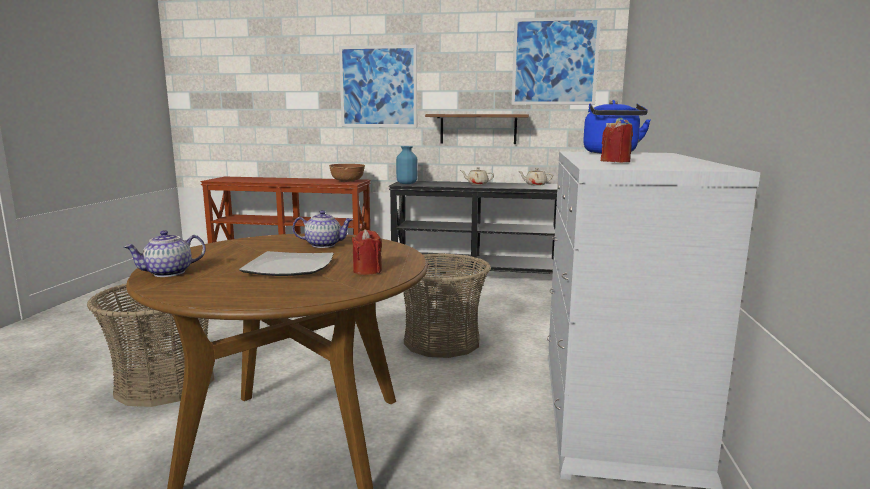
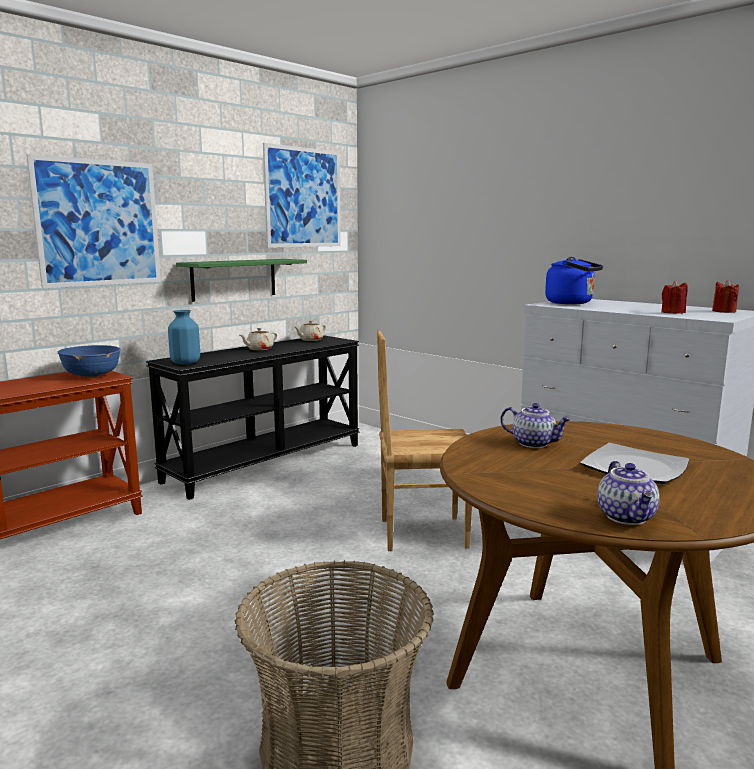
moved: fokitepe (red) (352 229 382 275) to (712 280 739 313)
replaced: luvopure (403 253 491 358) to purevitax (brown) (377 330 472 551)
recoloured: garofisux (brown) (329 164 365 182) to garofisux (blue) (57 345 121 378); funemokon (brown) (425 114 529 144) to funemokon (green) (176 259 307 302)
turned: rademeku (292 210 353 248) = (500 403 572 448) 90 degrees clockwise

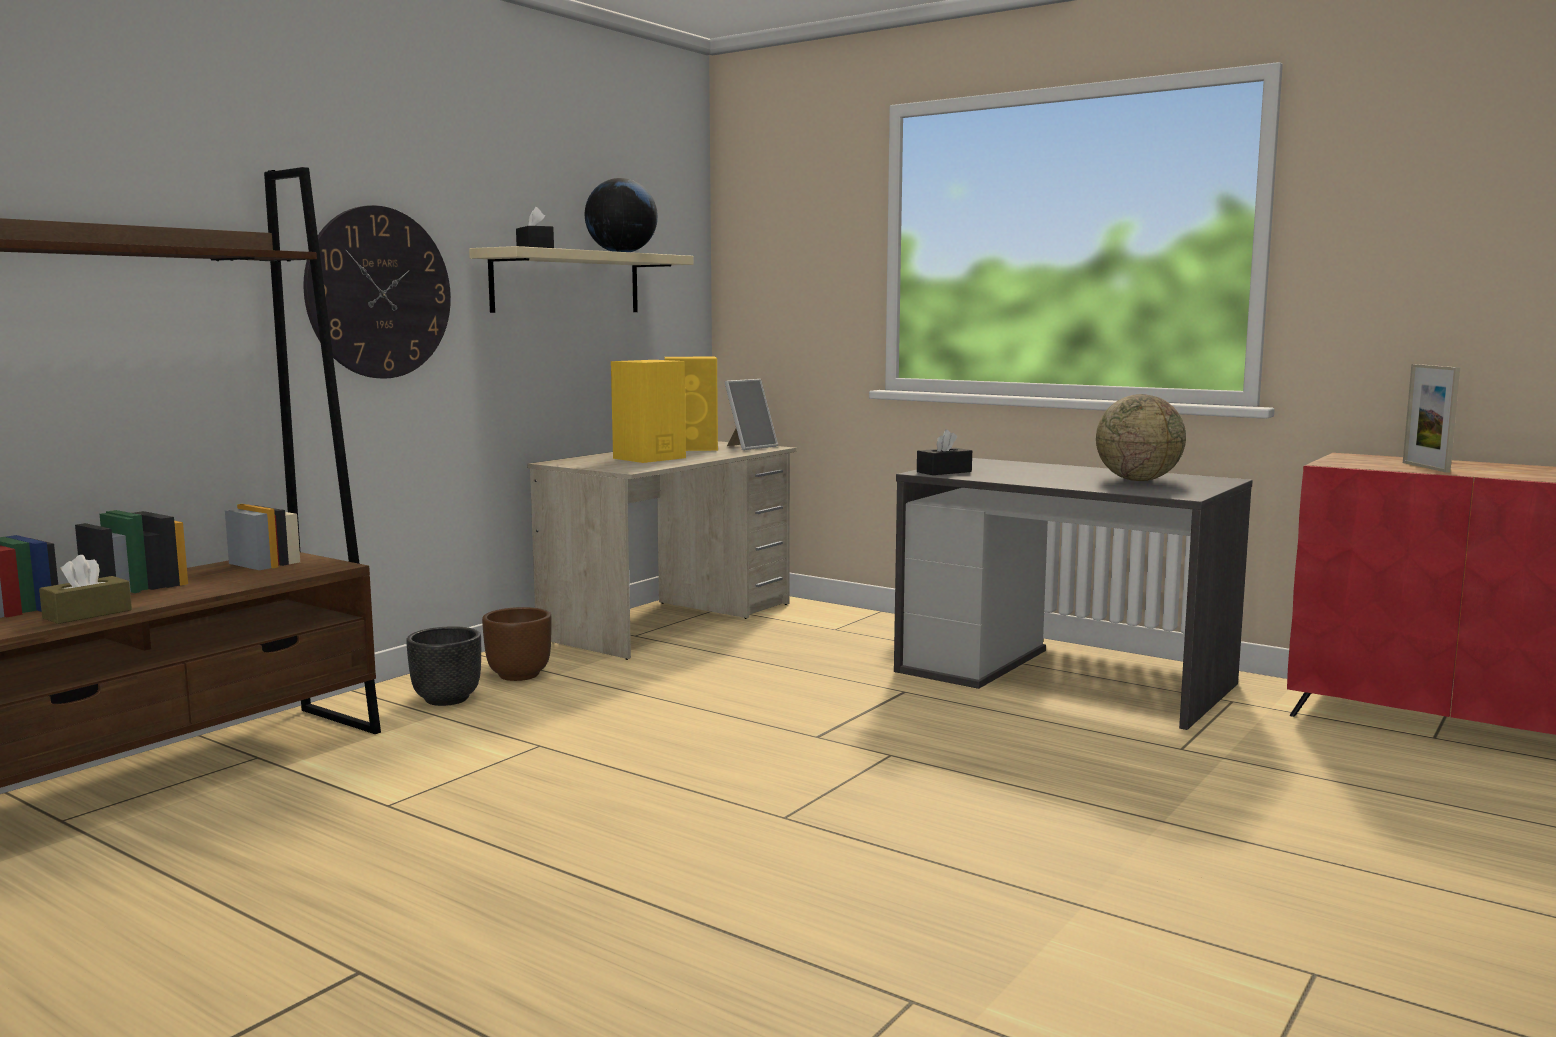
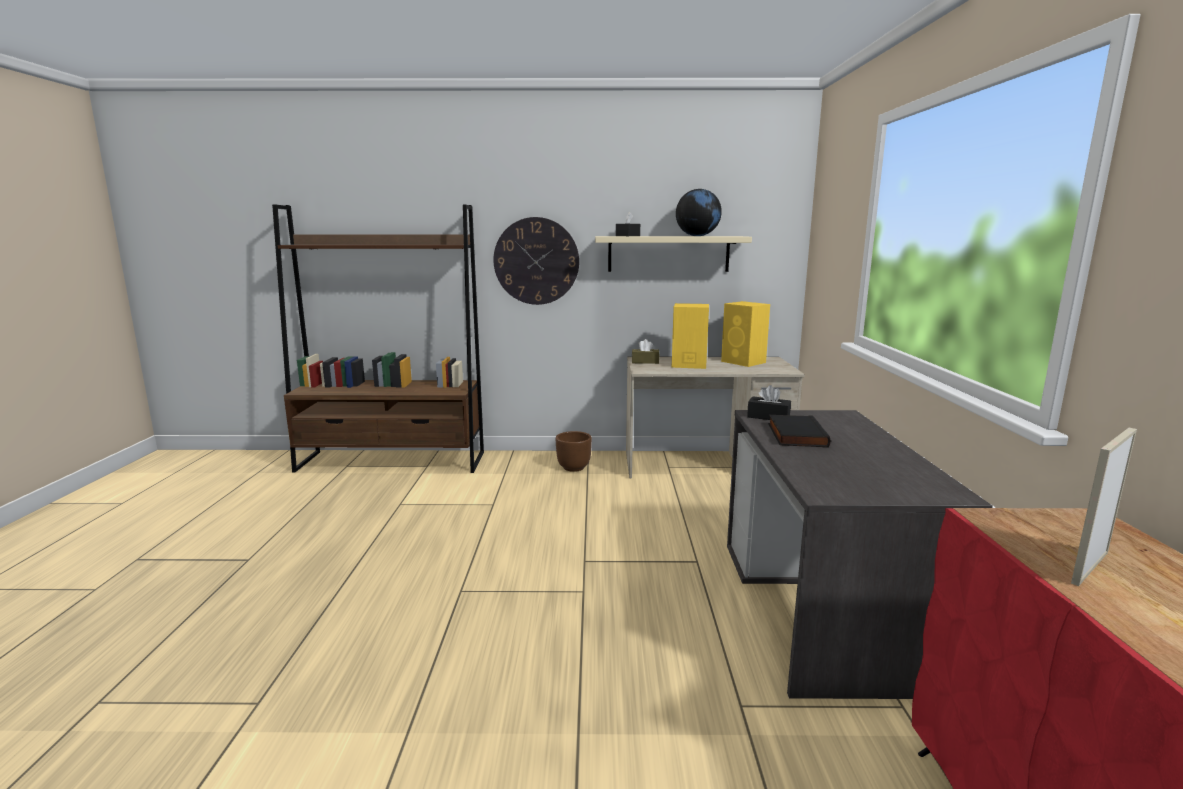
removed: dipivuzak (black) (406 626 481 706); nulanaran (724 379 778 450); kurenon (1096 394 1186 481)
added: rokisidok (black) (768 415 830 448)
moved: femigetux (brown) (39 555 132 624) to (632 339 659 364)

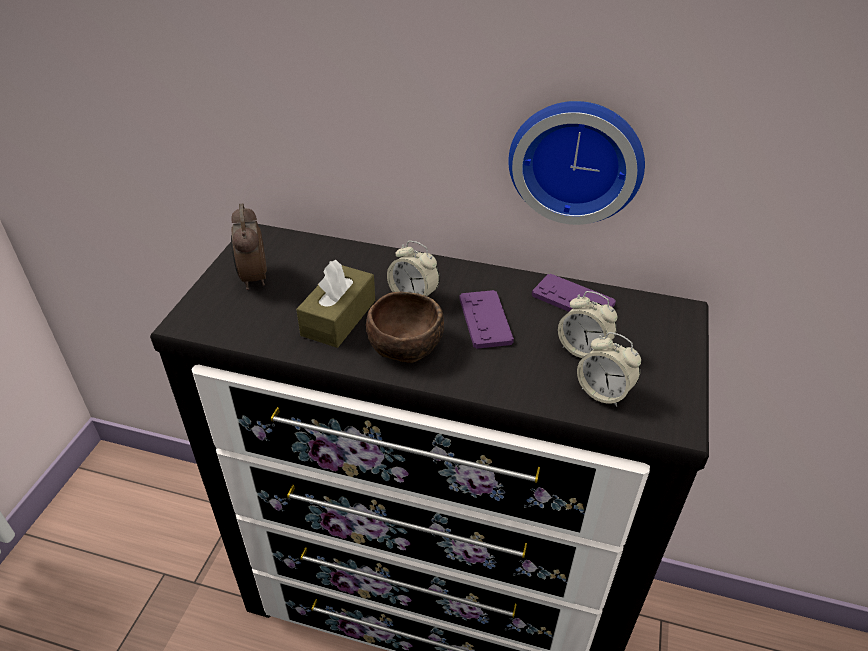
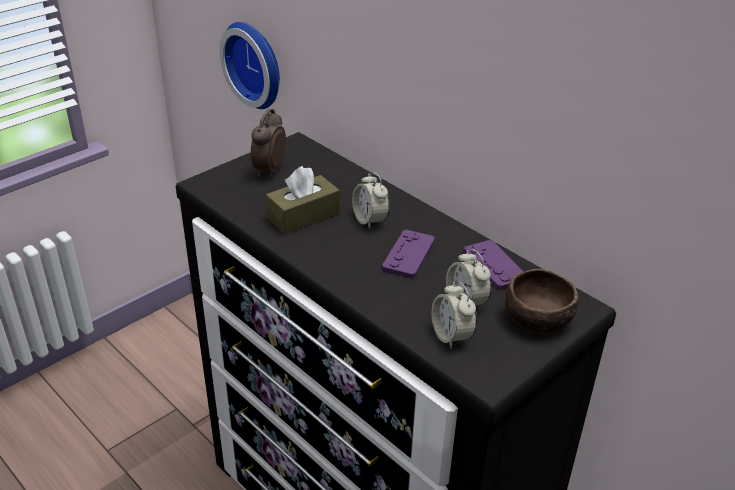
moved: garofisux (brown) (366 292 444 363) to (505 269 579 335); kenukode (508 101 645 225) to (219 22 280 109)

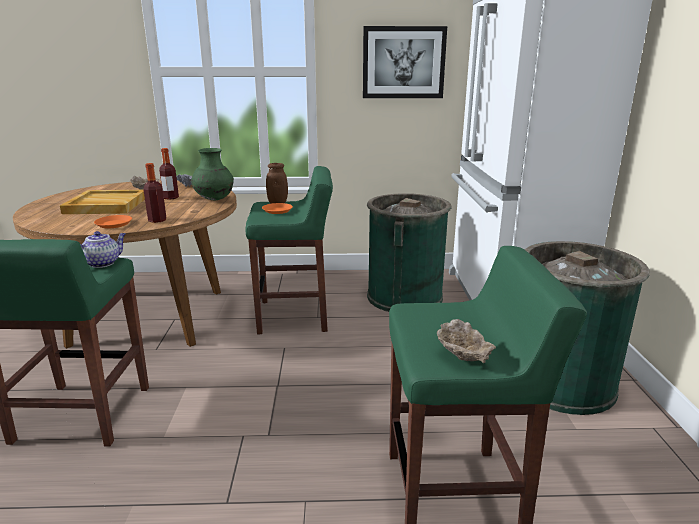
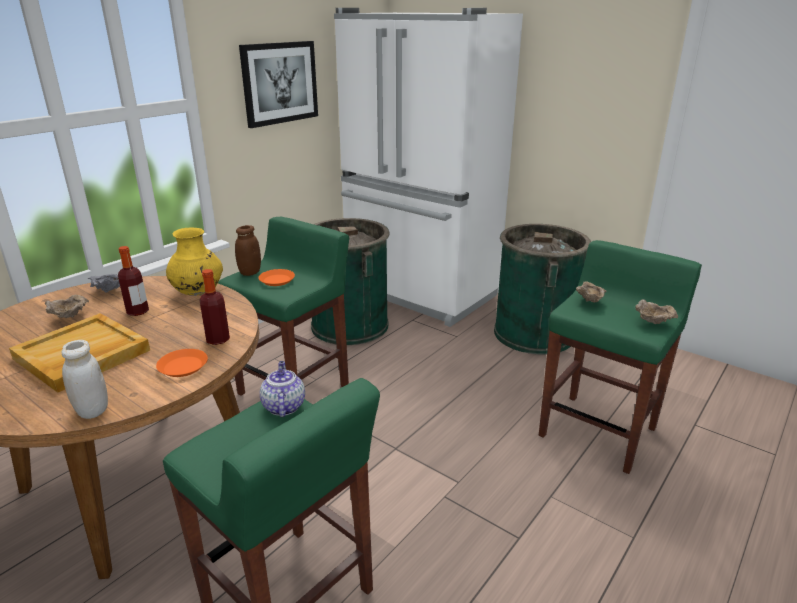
added: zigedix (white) (61 340 108 419); garofisux (beige) (576 282 607 303)
recoloured: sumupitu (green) (191 148 234 200) to sumupitu (yellow) (166 228 223 296)

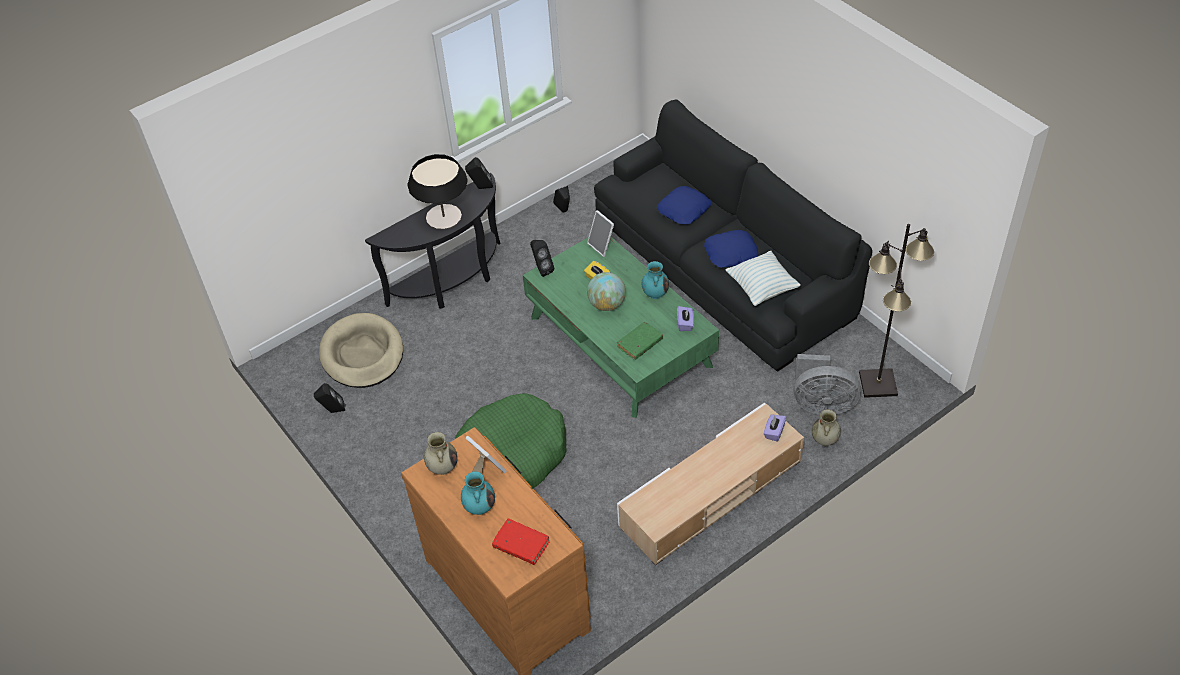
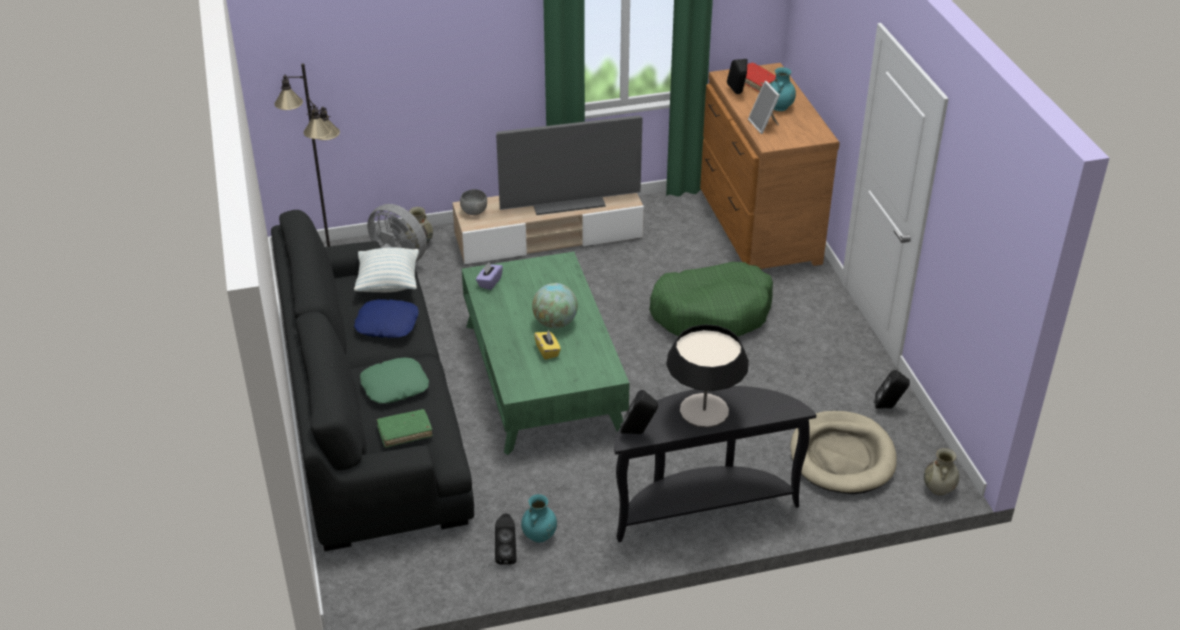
removed: nulanaran (587 210 616 257)
added: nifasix (496 115 643 215)
moved: sumupitu (beige) (424 432 458 475) to (924 448 959 495); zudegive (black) (530 240 554 277) to (727 59 748 94); rokisidok (green) (617 322 663 360) to (377 409 433 448); sumupitu (turquoise) (642 261 669 299) to (521 494 557 543)
replaced: femigetux (purple) (764 414 786 442) to garofisux (grey) (460 189 487 215)
recoloured: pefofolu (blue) (657 186 711 225) to pefofolu (green) (360 357 429 404)

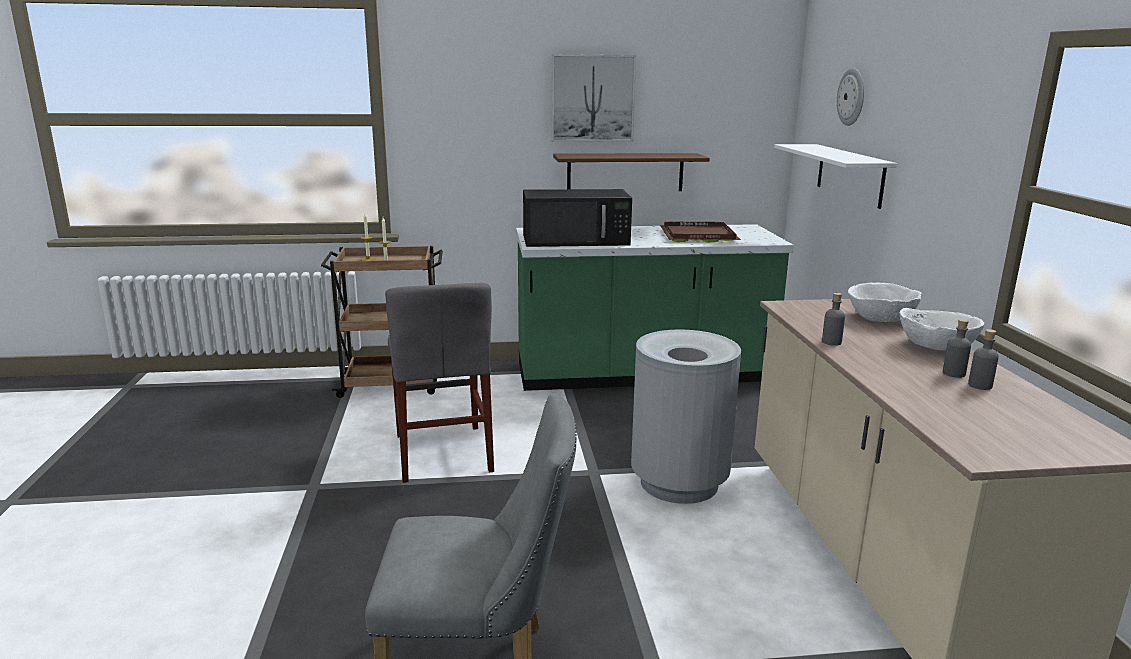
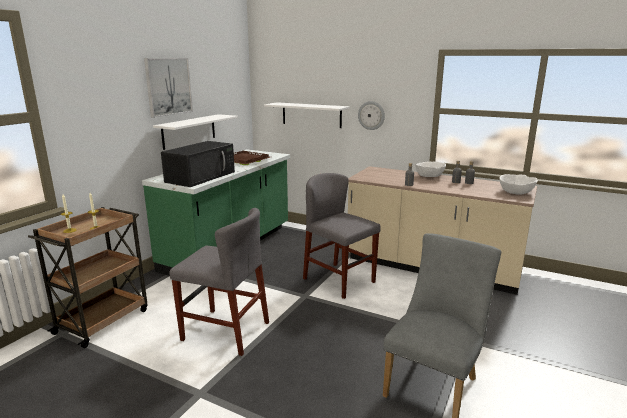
moved: kenukode (837 68 864 126) to (358 101 385 130); garofisux (white) (848 283 922 322) to (499 174 538 195)
replaced: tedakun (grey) (631 329 741 504) to purevitax (grey) (303 173 381 299)
recoloured: funemokon (brown) (553 153 710 191) to funemokon (white) (153 114 238 150)

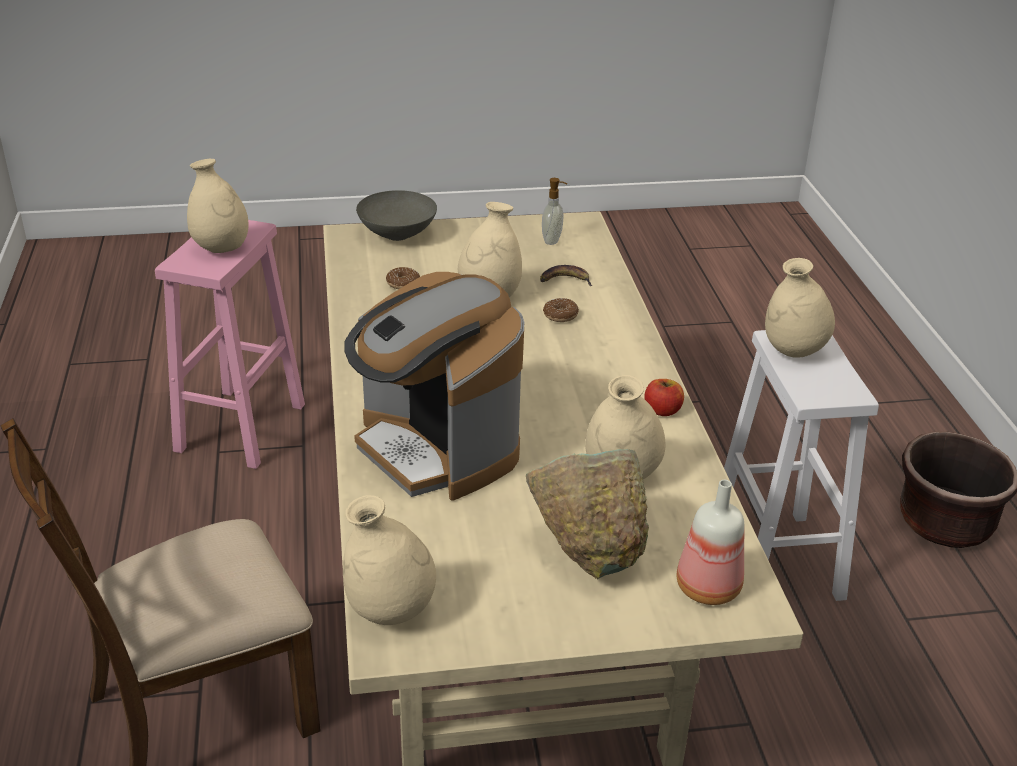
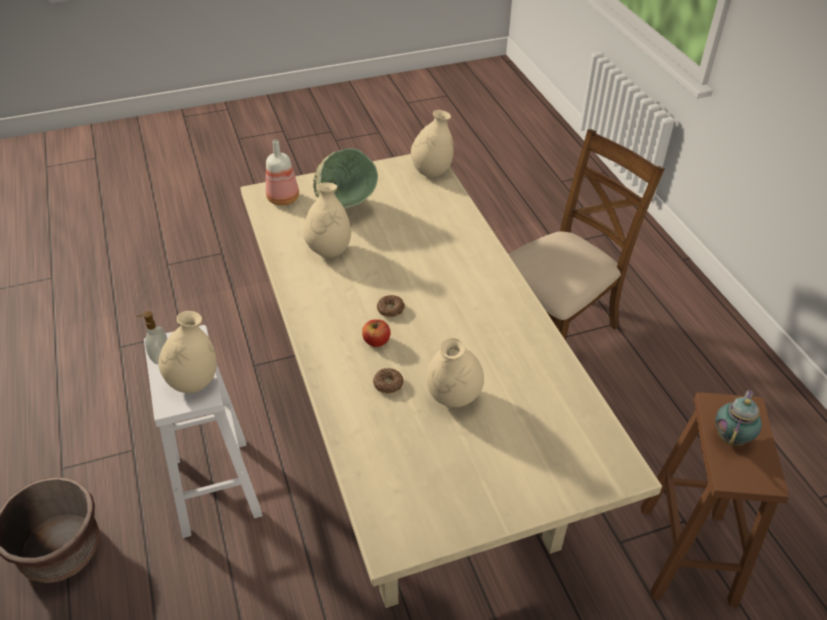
removed: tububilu (344 272 524 501); garofisux (grey) (356 190 437 241); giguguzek (540 265 592 286)
moved: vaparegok (386 267 420 289) to (377 295 405 318); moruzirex (542 178 567 245) to (136 311 167 365); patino (645 379 684 416) to (362 319 391 347)
replaced: sumupitu (beige) (187 159 248 253) to rademeku (715 390 762 446)
recoloured: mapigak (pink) (155 220 305 469) to mapigak (brown) (641 392 789 607)

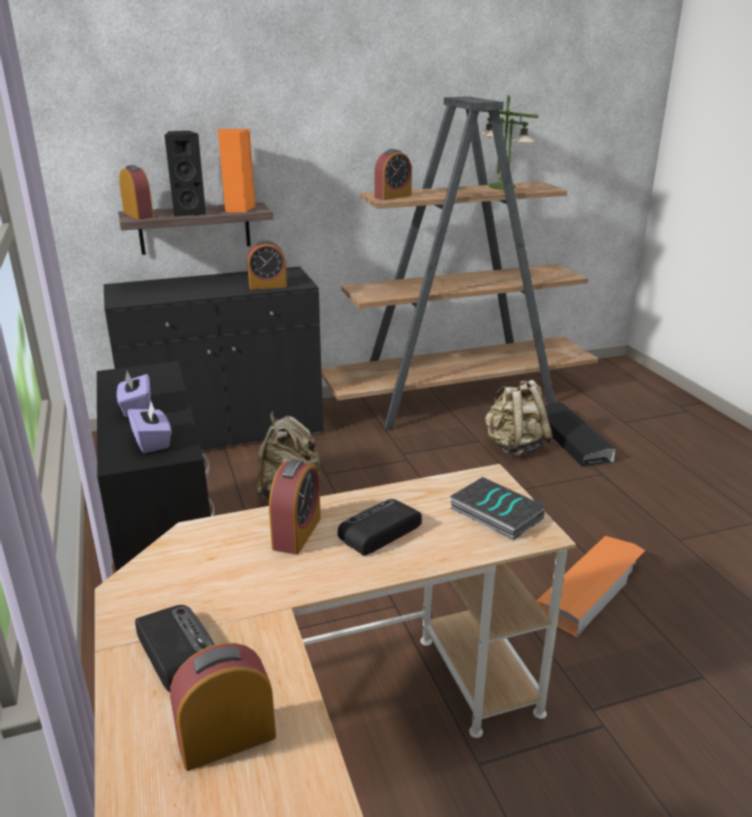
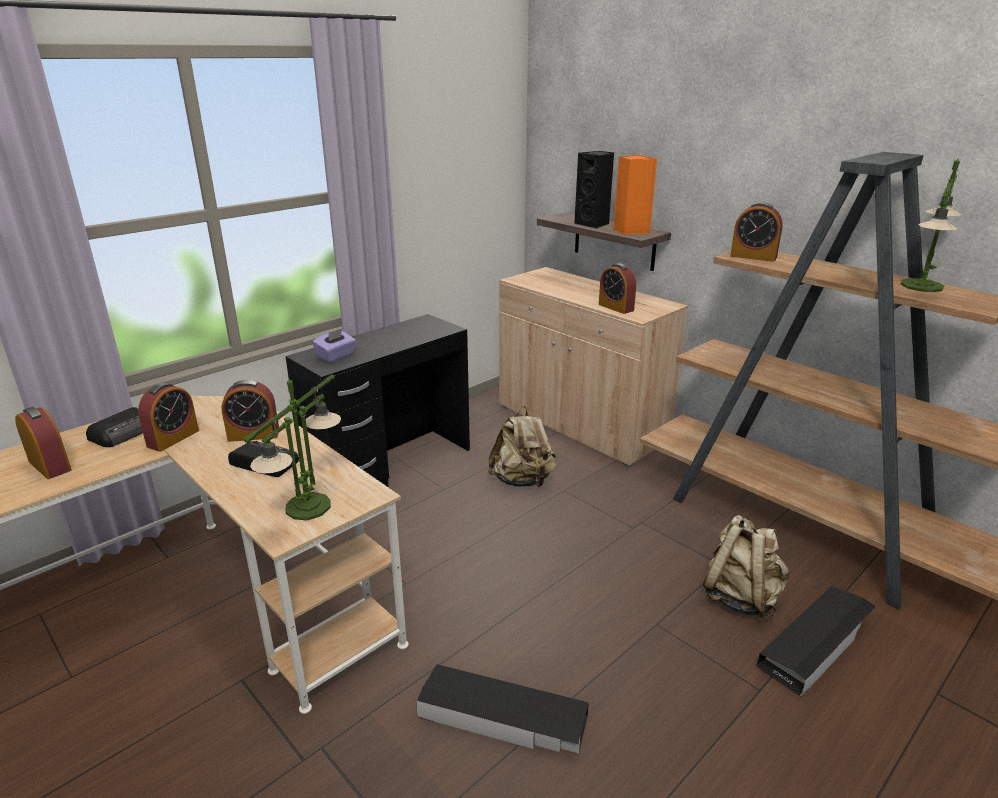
removed: femigetux (purple) (117 371 151 417)
moved: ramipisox (119 165 154 220) to (138 382 199 452)
replaced: rokisidok (450 477 545 541) to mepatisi (244 374 341 521)
recoloured: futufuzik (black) (104 267 324 450) to futufuzik (beige) (499 267 688 467); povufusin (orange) (537 536 645 637) to povufusin (black) (416 664 589 753)

